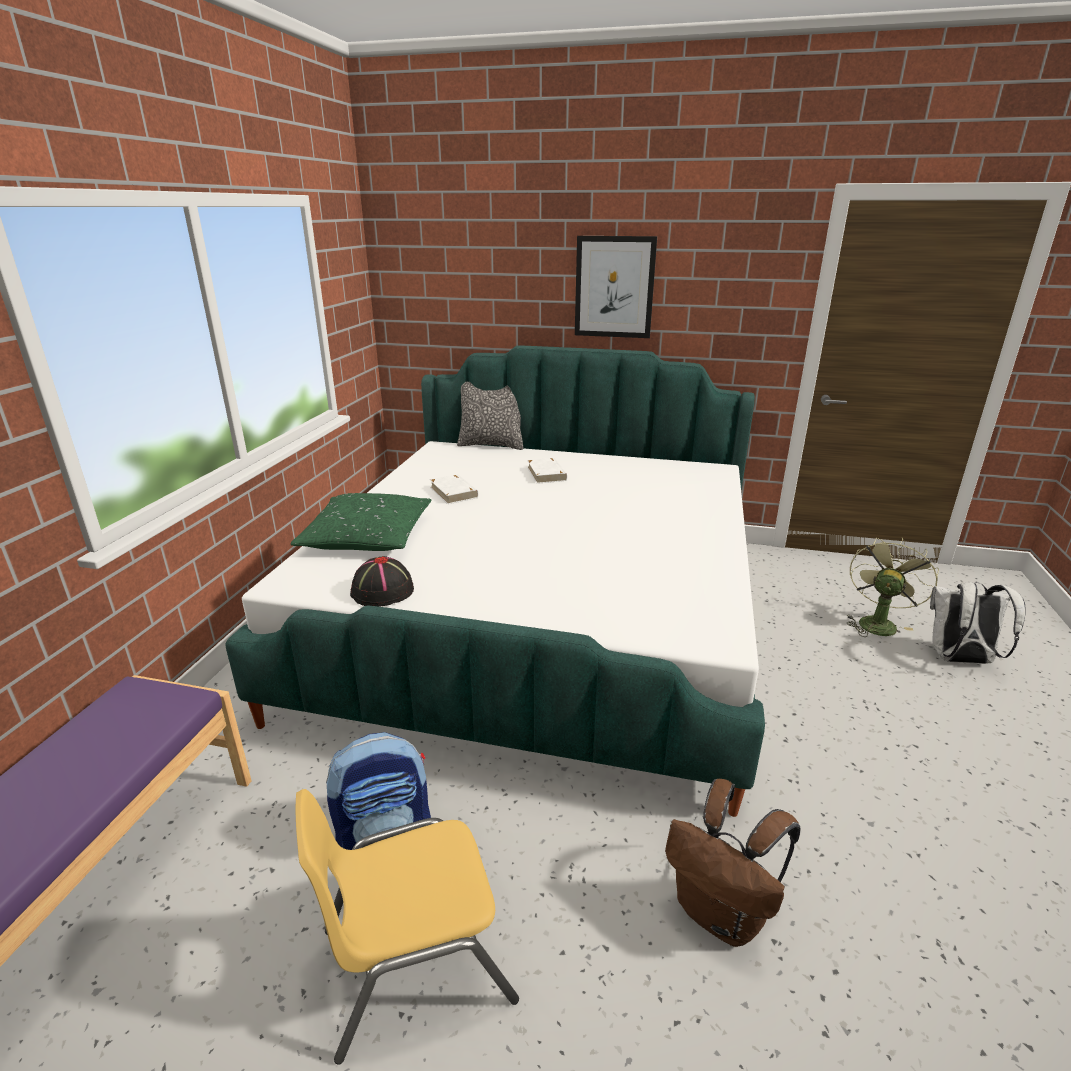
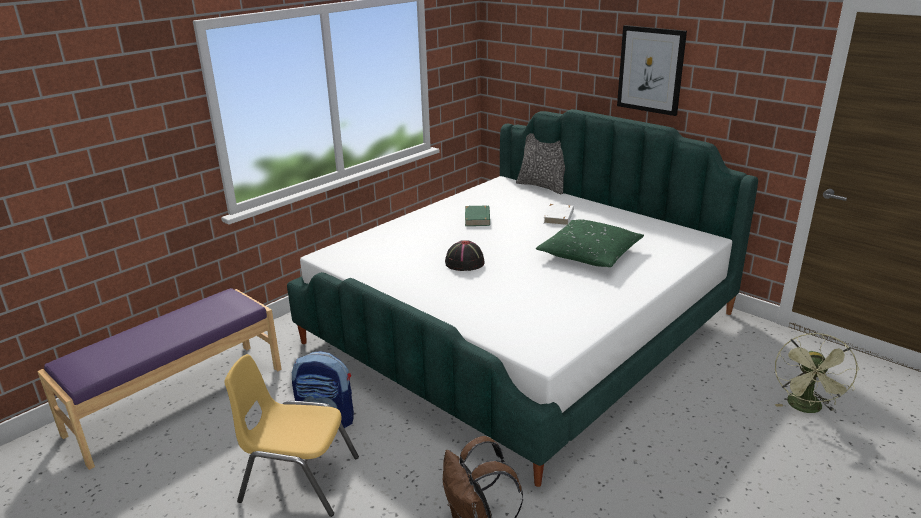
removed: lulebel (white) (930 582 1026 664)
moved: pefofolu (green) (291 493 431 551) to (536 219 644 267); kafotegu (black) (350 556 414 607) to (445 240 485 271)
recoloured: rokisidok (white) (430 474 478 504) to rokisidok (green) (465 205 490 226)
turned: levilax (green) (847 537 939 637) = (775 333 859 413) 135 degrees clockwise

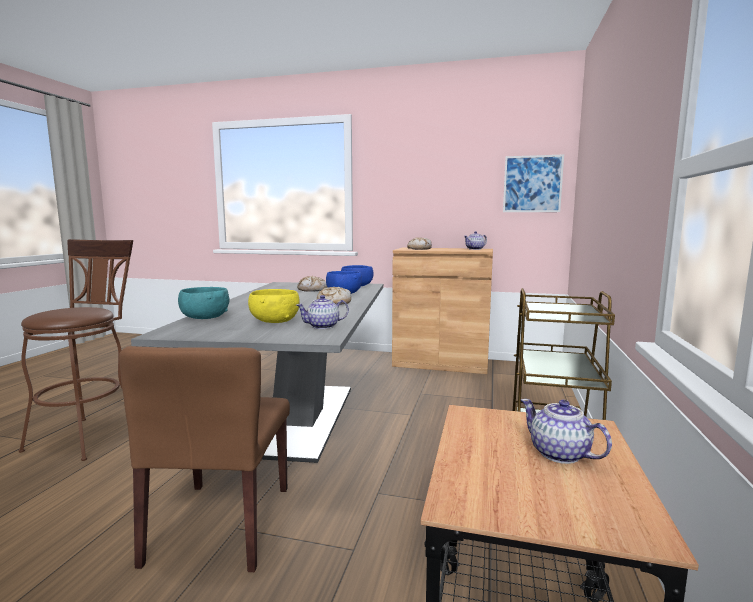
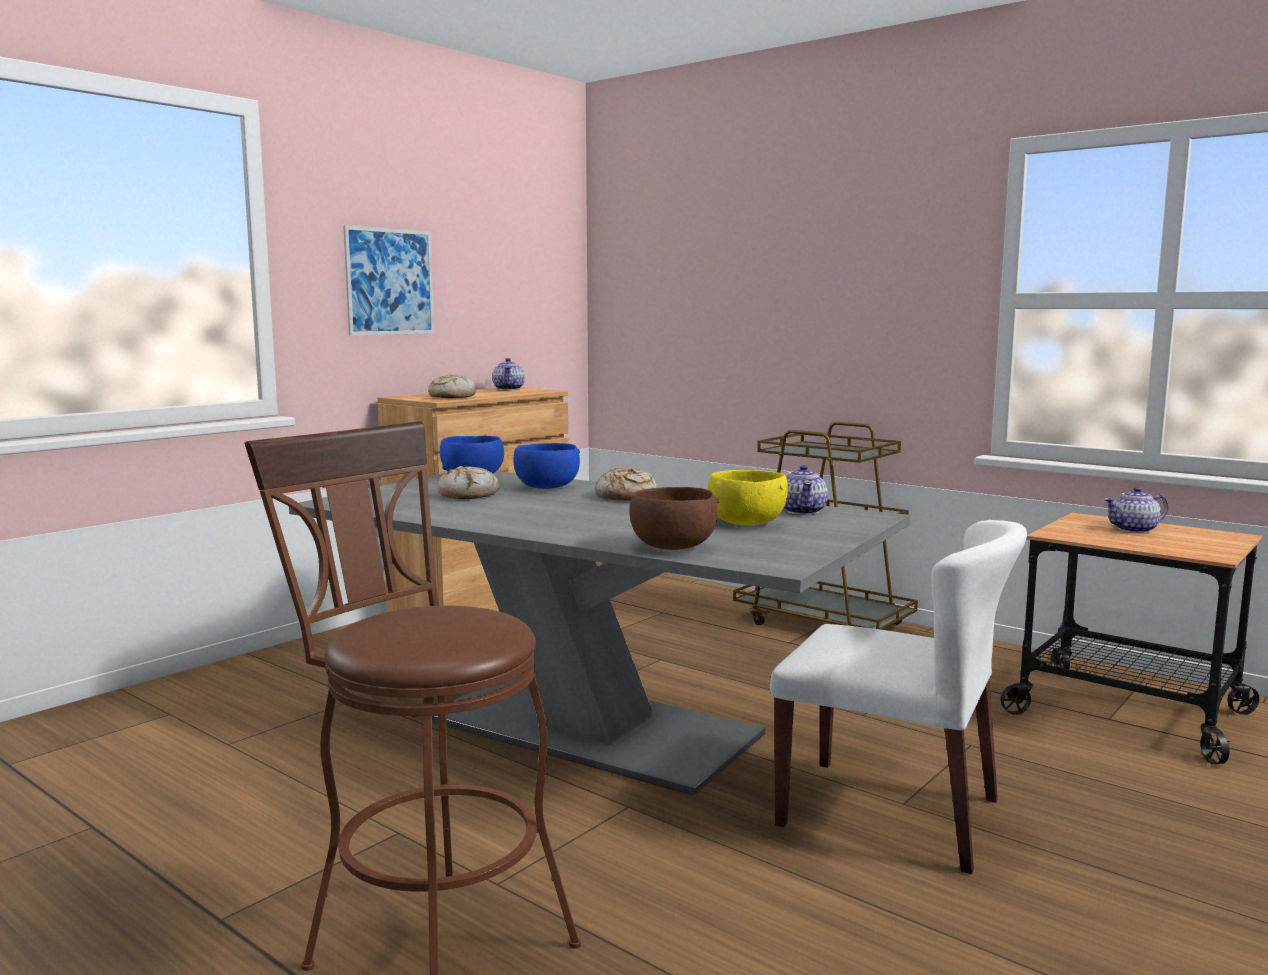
moved: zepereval (503 155 564 212) to (343 226 434 336)
recoloured: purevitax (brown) (119 346 290 572) to purevitax (white) (770 520 1027 874); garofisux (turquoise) (178 287 229 319) to garofisux (brown) (629 487 719 550)

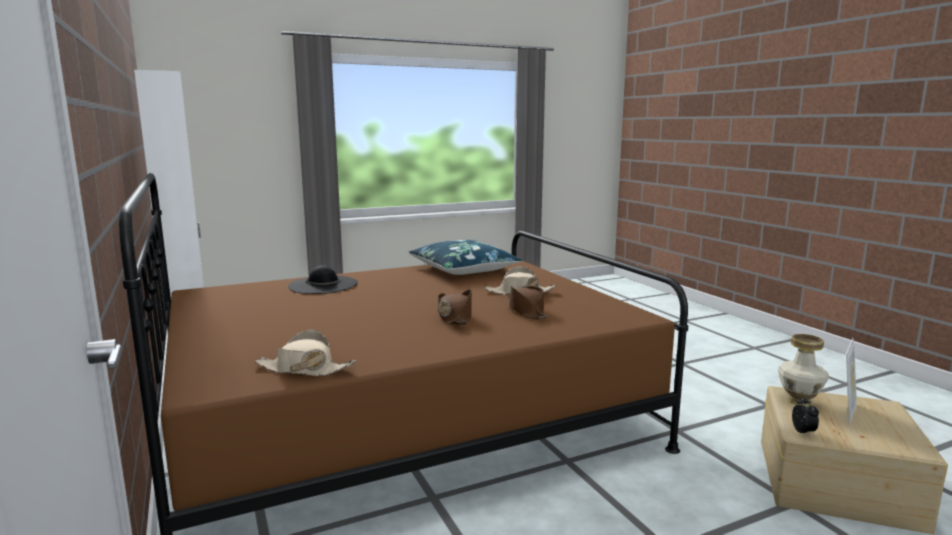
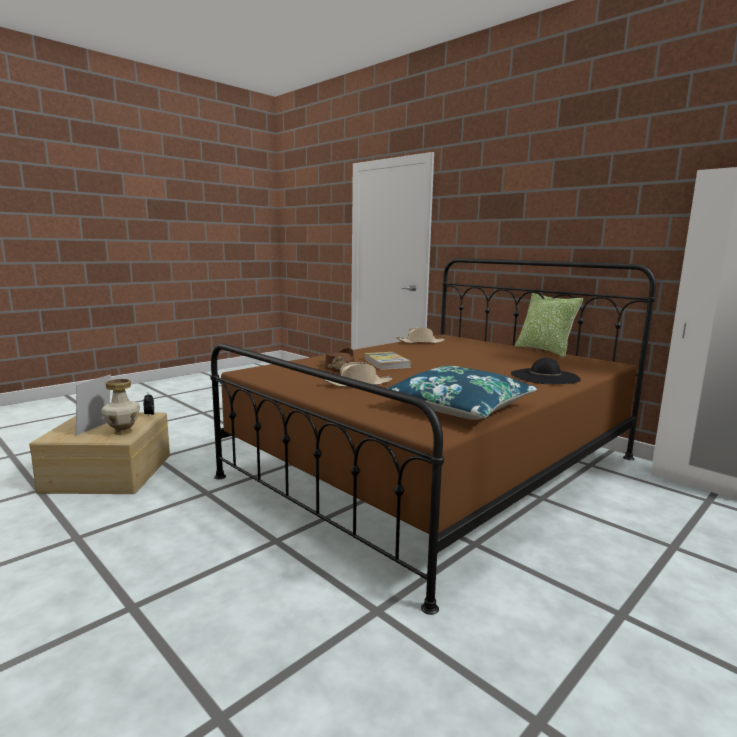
added: pefofolu (515 293 583 357)
replaced: kafotegu (brown) (438 290 472 325) to rokisidok (364 352 411 370)

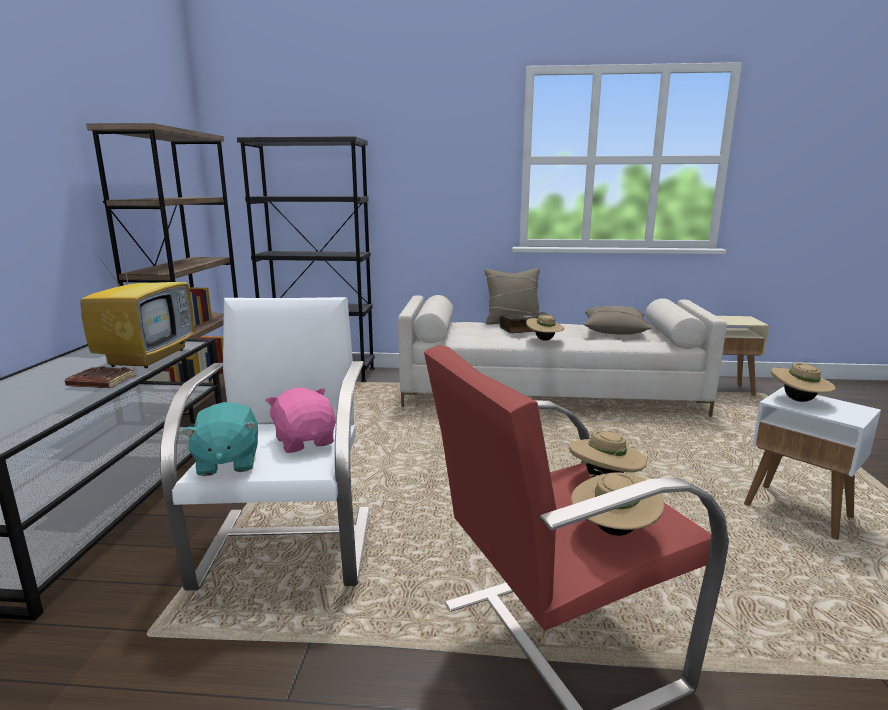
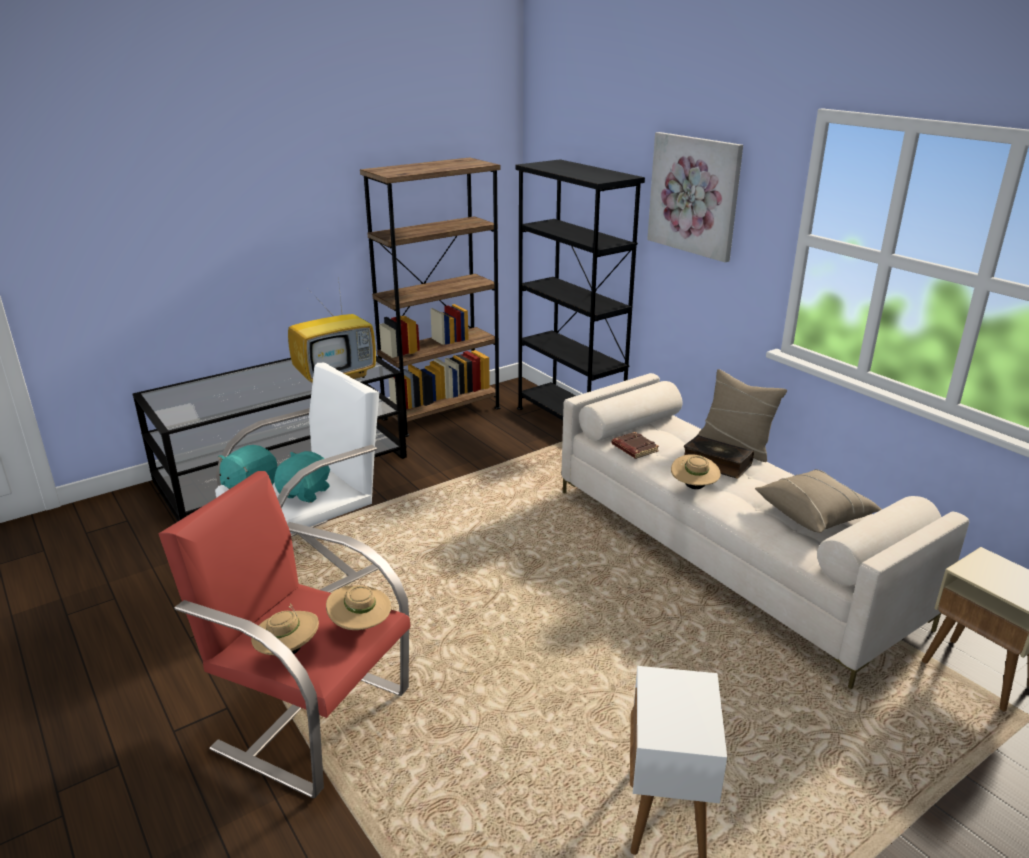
removed: kafotegu (beige) (771 363 836 402)
added: zepereval (647 132 743 262)
moved: rokisidok (brown) (65 366 136 388) to (612 432 659 459)
recoloured: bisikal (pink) (265 388 336 453) to bisikal (turquoise) (274 451 330 502)

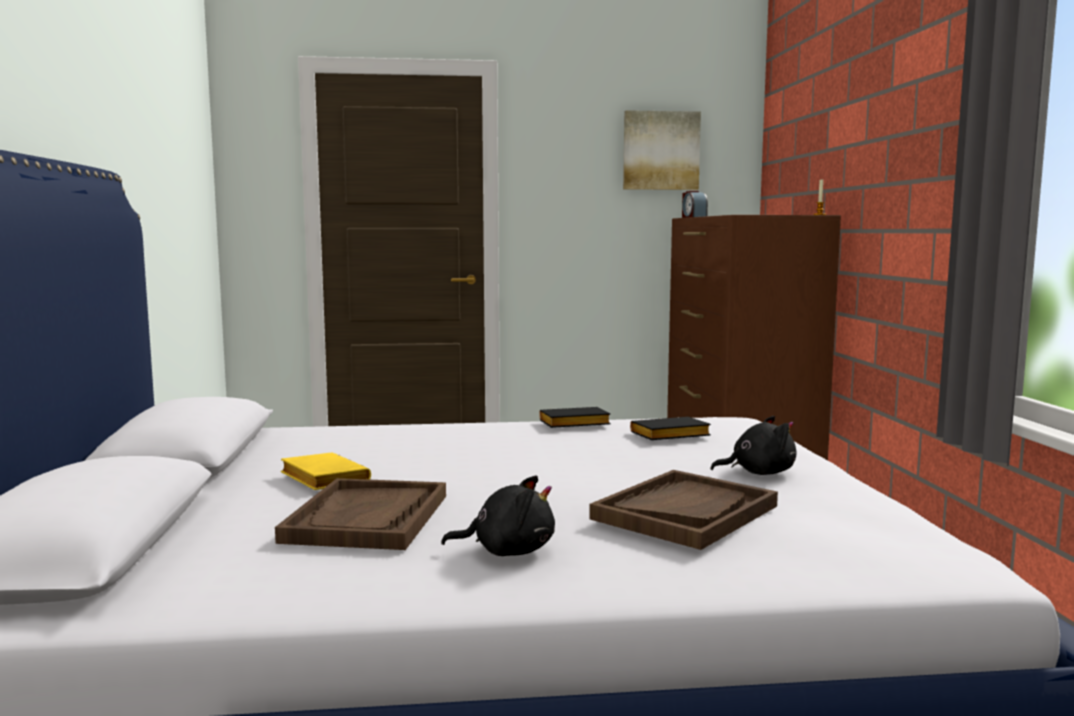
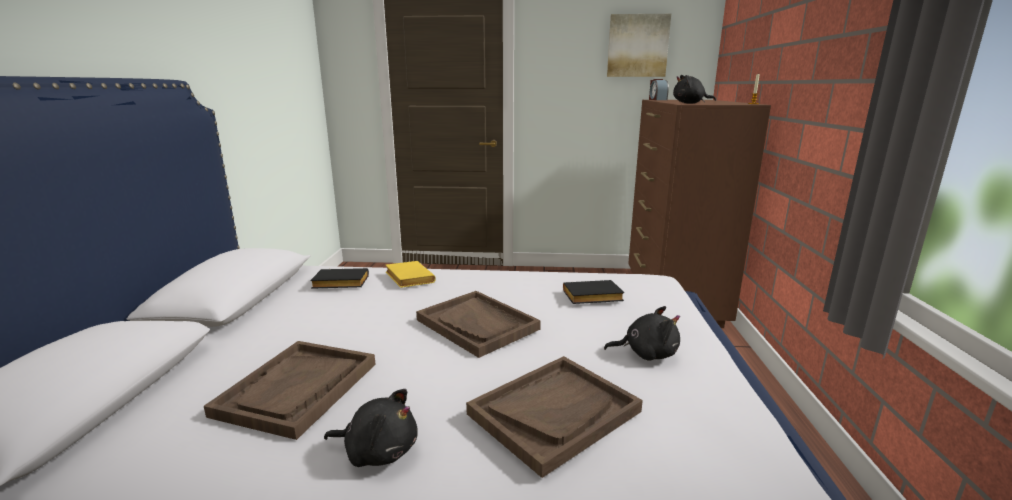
added: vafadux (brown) (416 291 541 358); bisikal (black) (673 75 716 104)
moved: rokisidok (yellow) (281 452 371 490) to (386 261 436 288); rokisidok (black) (539 407 611 428) to (310 268 369 289)

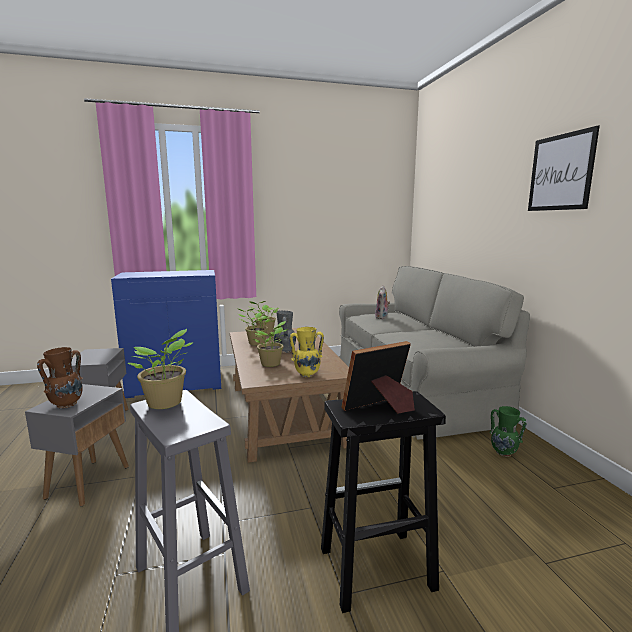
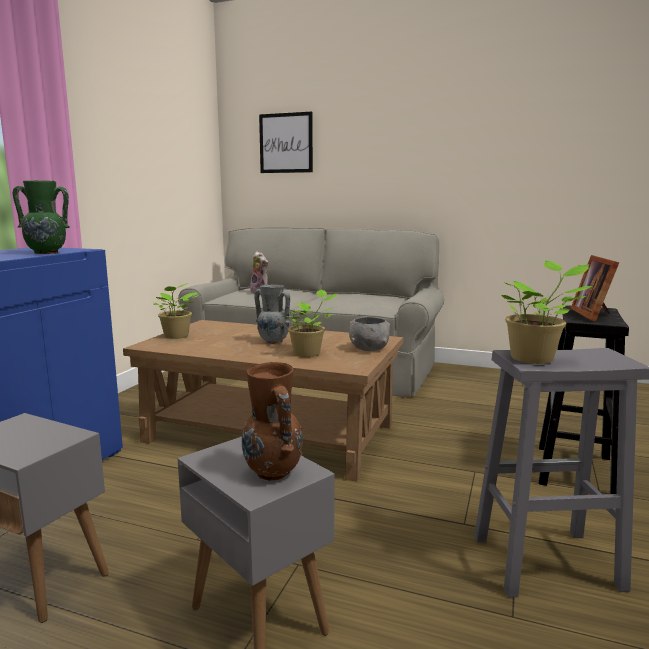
removed: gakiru (237 308 270 346)
moved: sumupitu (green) (489 406 527 457) to (13 180 70 254); zepereval (528 126 600 211) to (259 112 313 173)
replaced: sumupitu (yellow) (290 327 324 377) to garofisux (grey) (349 317 390 351)

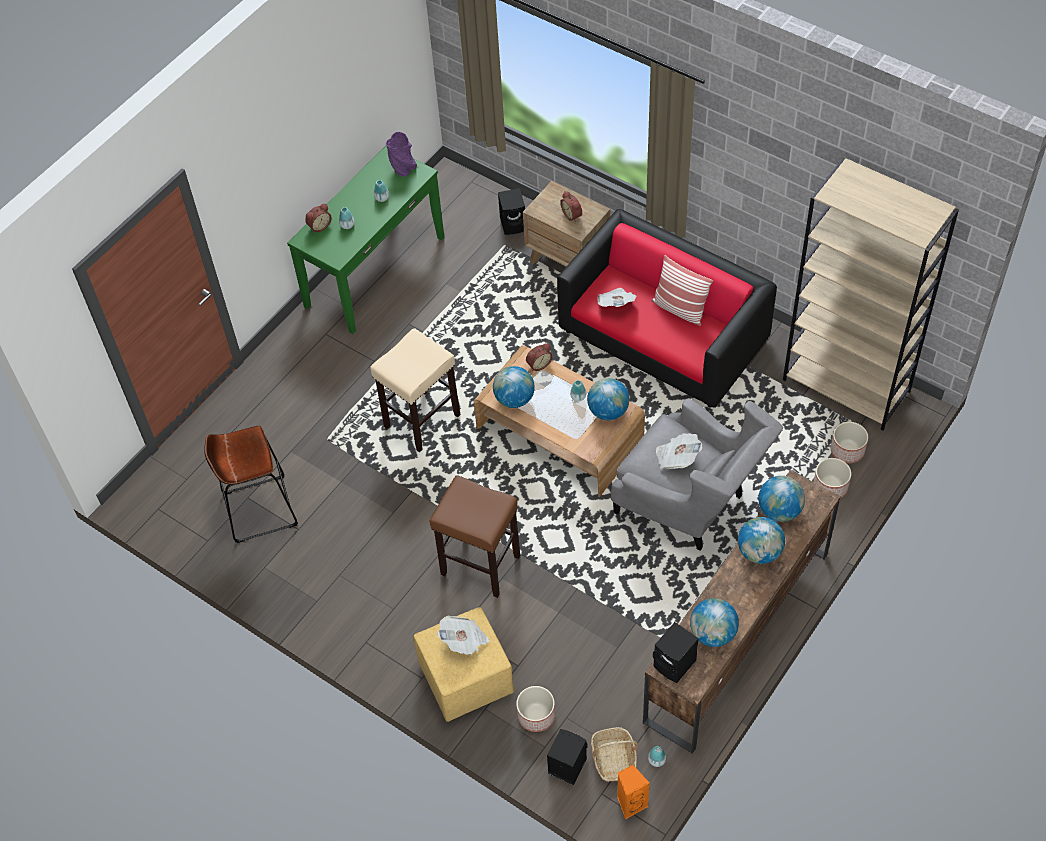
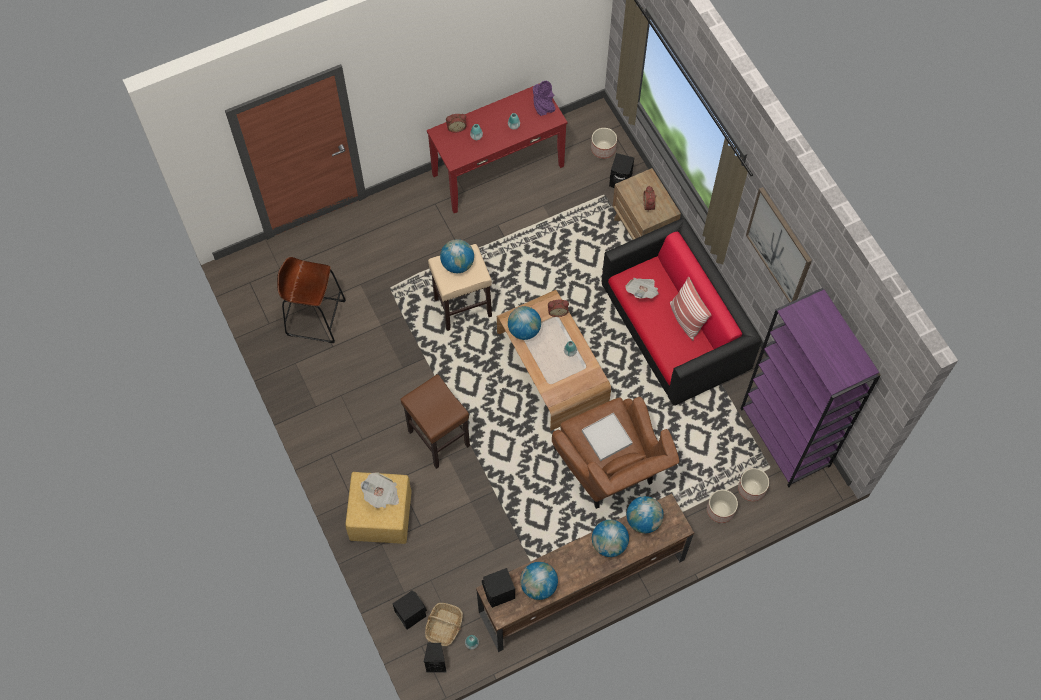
added: zepereval (746 187 812 303)
moved: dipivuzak (516 686 555 732) to (591 128 617 159); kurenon (587 378 630 420) to (440 239 474 273)
replaced: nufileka (656 433 702 469) to vafadux (white) (582 413 633 461)
recoloured: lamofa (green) (287 146 444 334) to lamofa (red) (427 83 567 213); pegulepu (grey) (611 399 783 551) to pegulepu (brown) (552 397 679 509); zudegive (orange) (617 765 650 819) to zudegive (black) (424 643 446 673); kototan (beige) (783 158 959 431) to kototan (purple) (740 288 881 487)

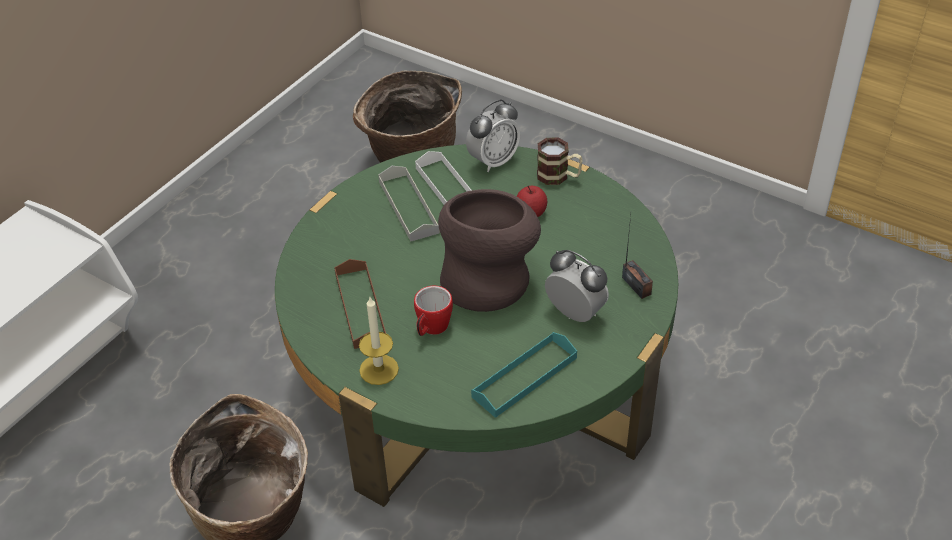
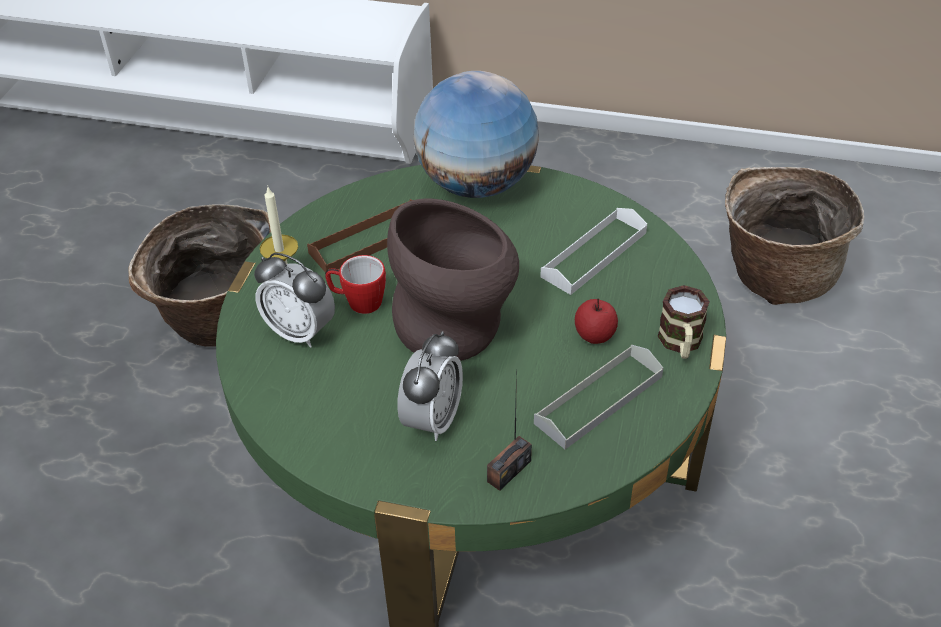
removed: vafadux (turquoise) (471 332 577 418)
added: kurenon (413 71 539 198)
moved: vafadux (grey) (378 166 440 242) to (534 345 663 449); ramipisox (466 100 520 172) to (254 252 335 348)

